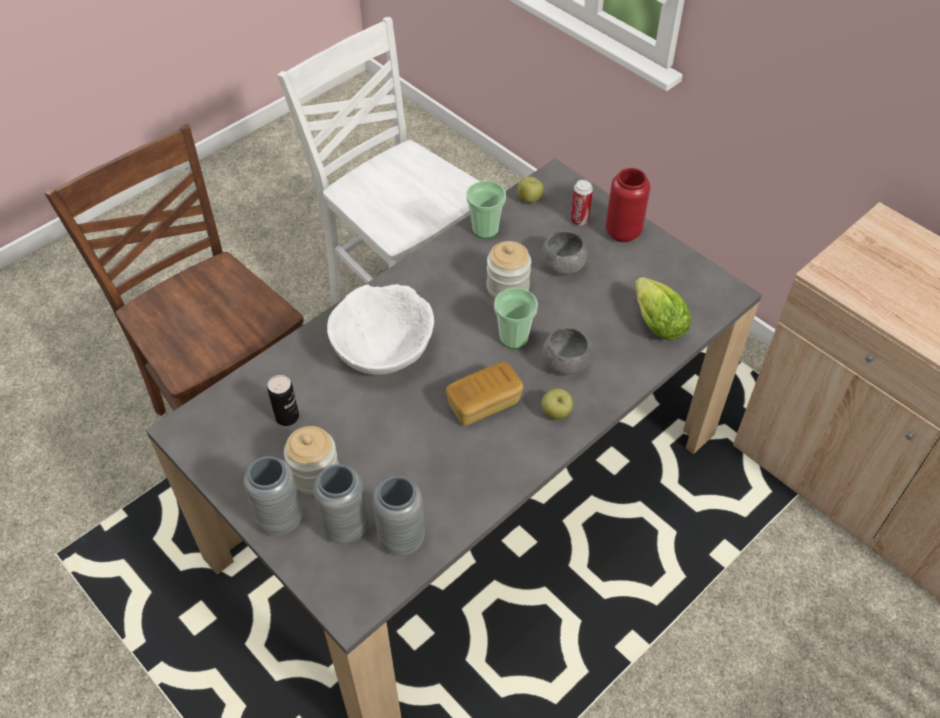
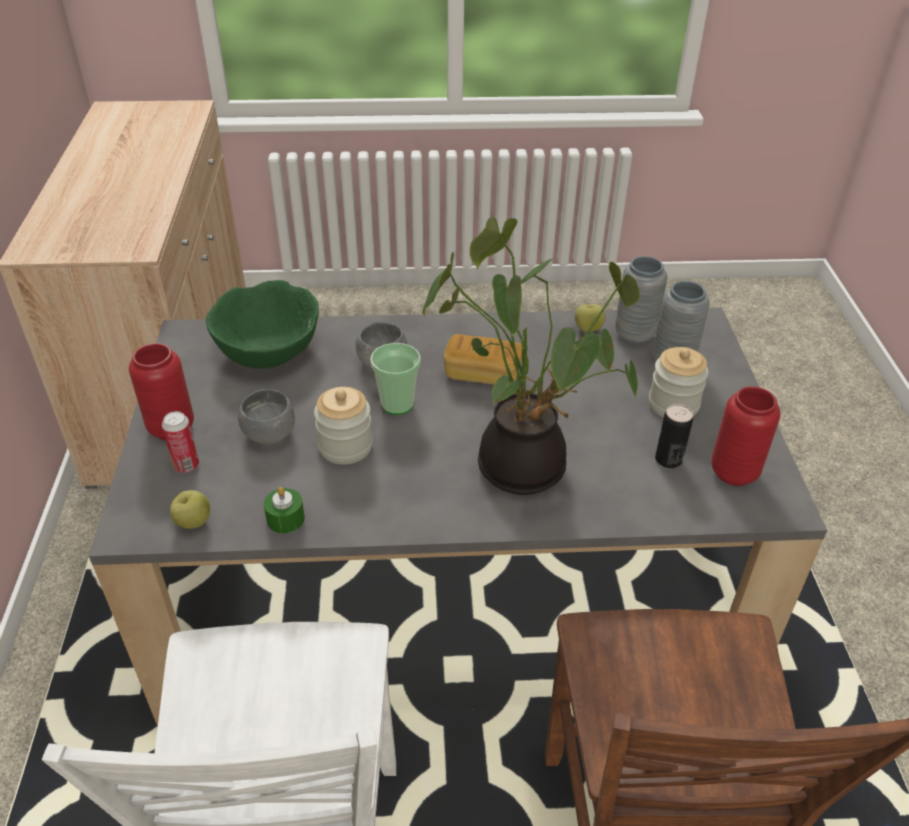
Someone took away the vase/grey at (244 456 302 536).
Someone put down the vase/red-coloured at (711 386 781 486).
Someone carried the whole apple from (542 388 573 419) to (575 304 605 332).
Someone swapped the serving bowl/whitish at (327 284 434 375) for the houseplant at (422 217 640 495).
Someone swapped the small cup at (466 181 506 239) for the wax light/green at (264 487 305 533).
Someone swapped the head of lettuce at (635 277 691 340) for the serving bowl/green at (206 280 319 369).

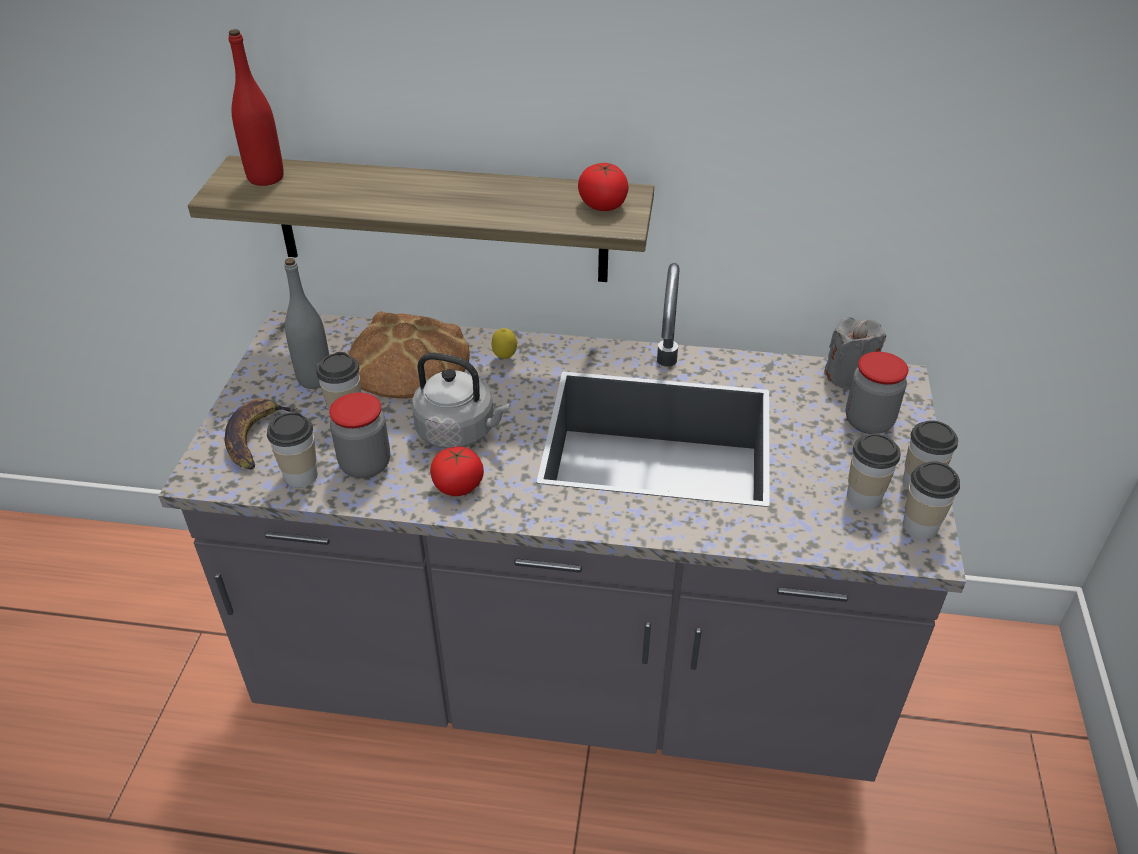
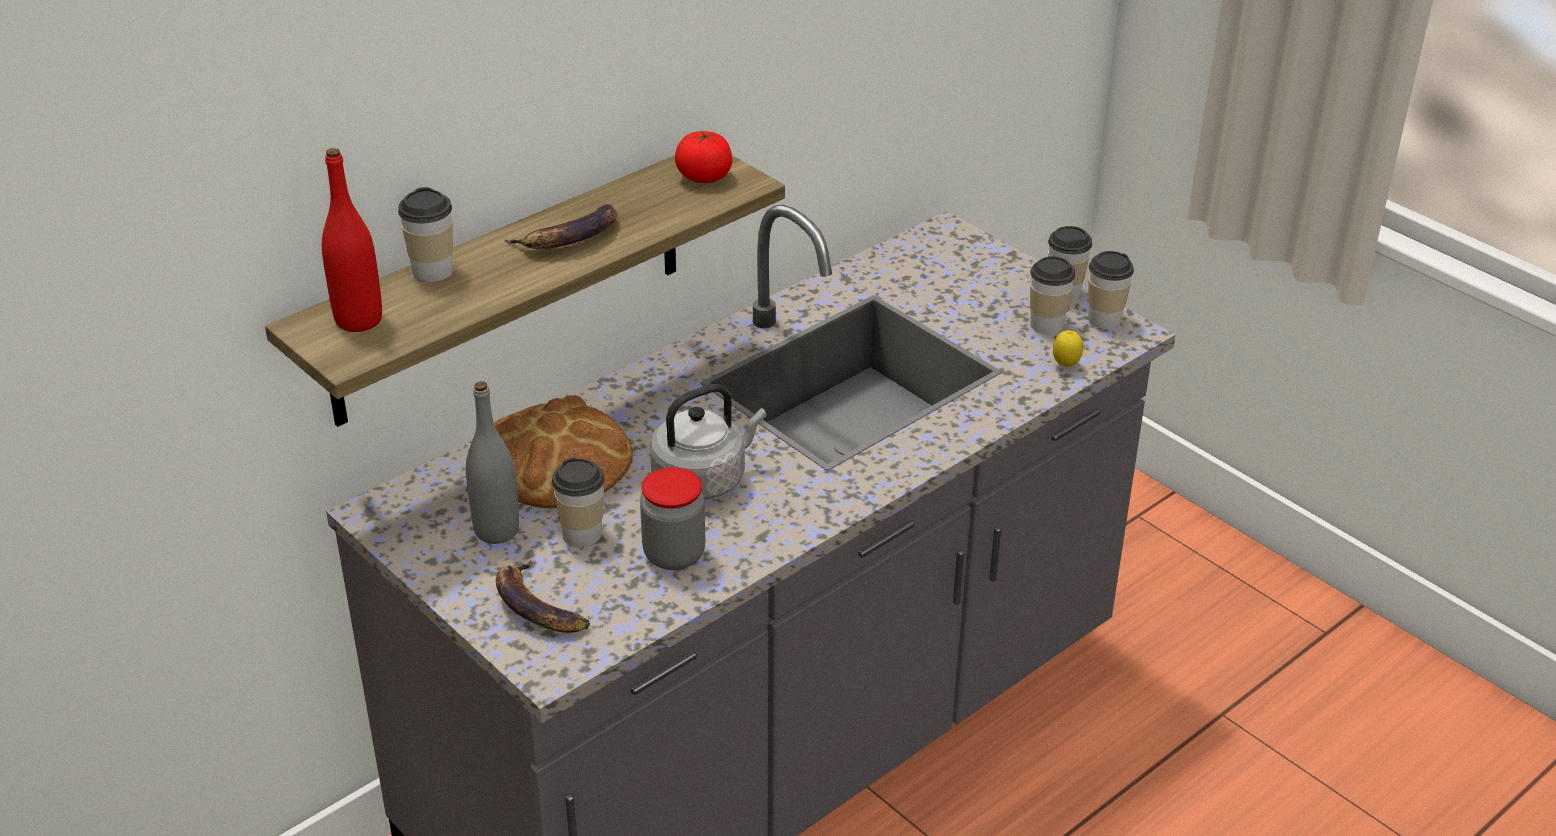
Someone took away the whole tomato at (430 447 484 496).
Someone took away the wax light/grey at (824 317 886 390).
Someone took away the storage jar at (846 352 909 434).
Someone put down the banana at (505 204 618 249).
Someone carried the small cup from (267 412 318 488) to (398 187 453 282).
Someone carried the whole lemon from (492 328 517 359) to (1053 330 1083 367).

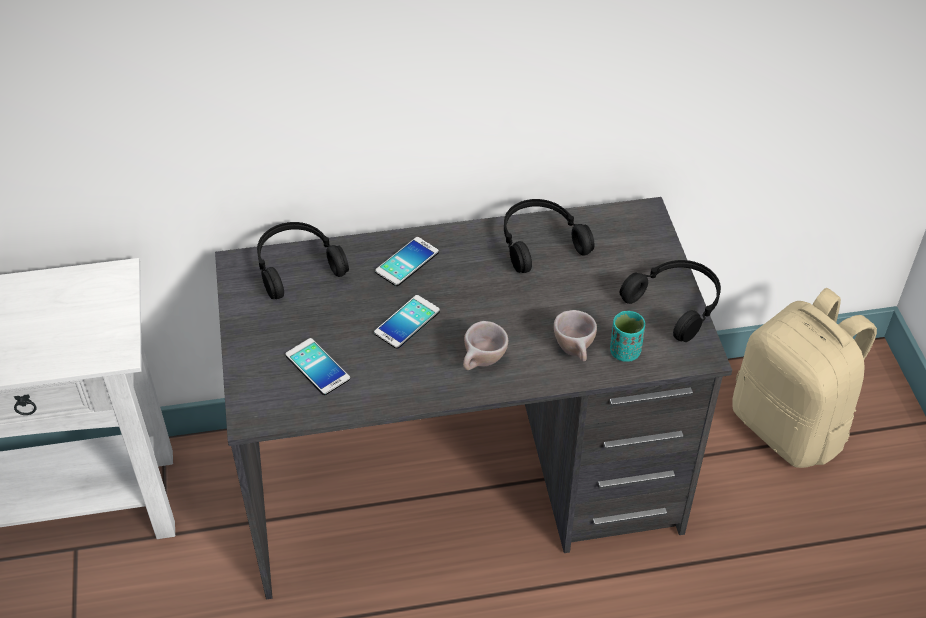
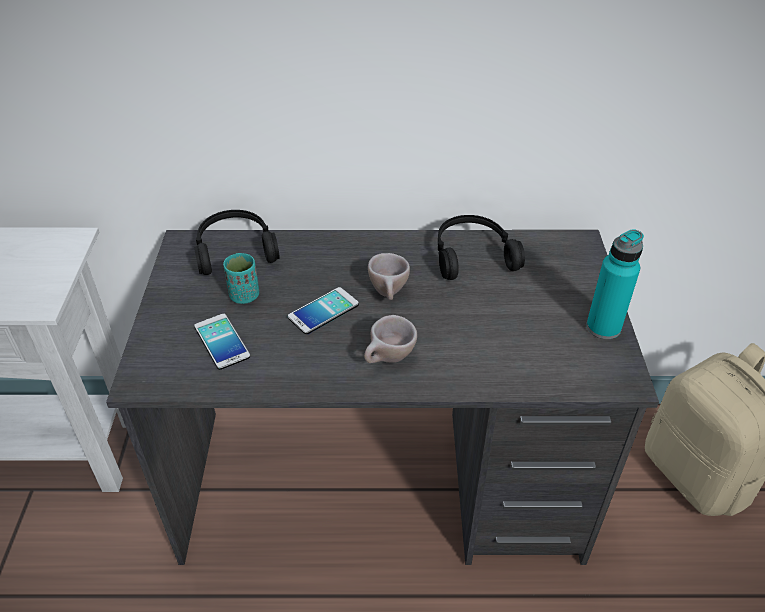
Someone took away the phone at (375 237 439 286).
Someone carried the small cup/sand-coloured from (554 310 597 361) to (368 253 410 300).
Someone carried the small cup/turquoise from (610 311 645 362) to (223 253 259 304).
Someone swapped the headphones/black at (620 260 721 342) for the beverage bottle/turquoise at (586 229 644 339).

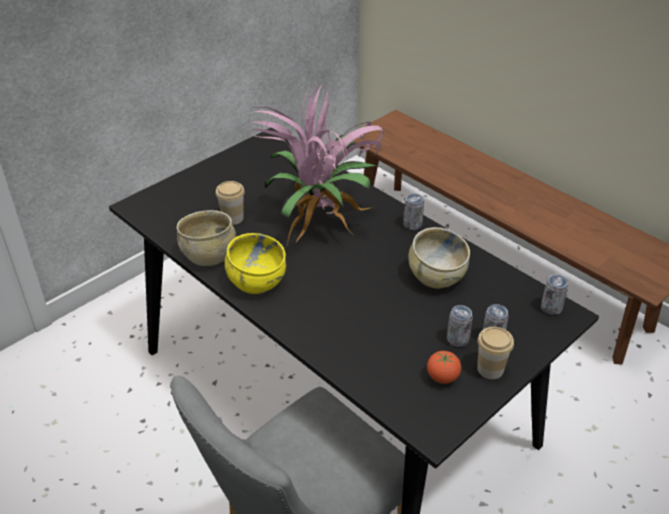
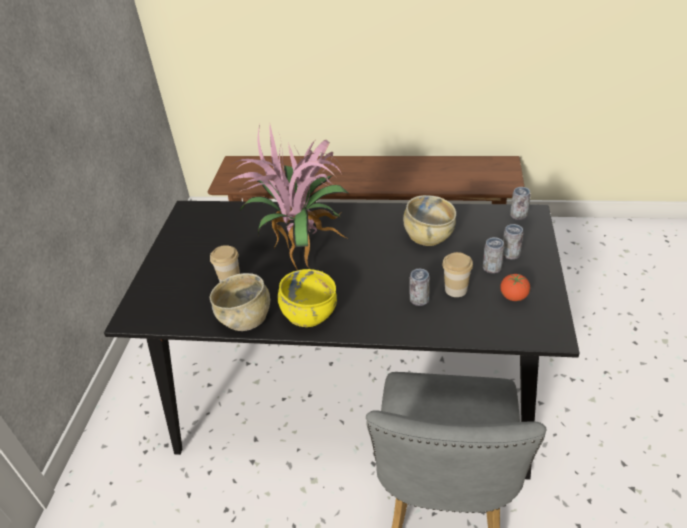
Someone carried the sealed can from (403 193 424 230) to (410 269 430 306).
Someone carried the small cup from (477 327 514 379) to (442 252 473 297).

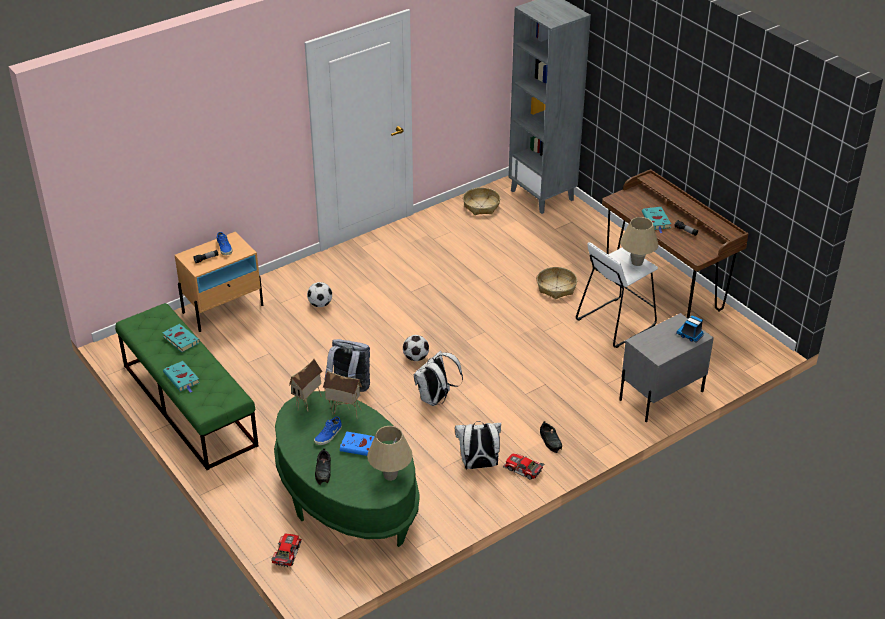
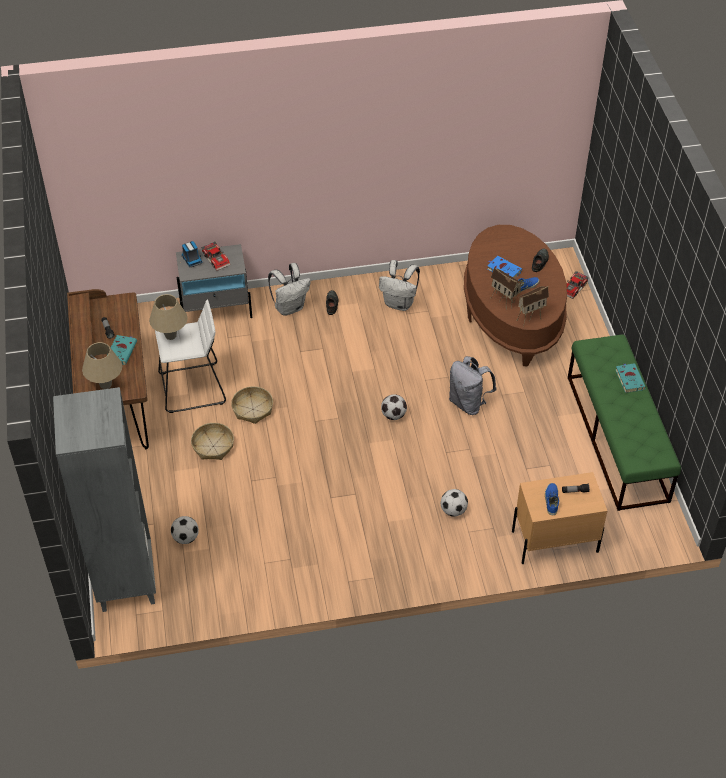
Someone took away the book/turquoise at (163 324 200 352).
Someone put down the football at (171 516 199 544).
Someone carried the tabletop lamp/sand-coloured from (367 426 413 481) to (82 342 122 389).
Someone carried the rucksack/whitish from (414 351 463 406) to (268 263 311 316).
Someone carried the storage basket from (463 188 500 215) to (231 386 273 424).
Someone carried the toy car from (503 453 544 480) to (201 242 231 271).
Someone repainted the low table/green at (274 391 420 547), which became the low table/brown at (464 225 567 366).

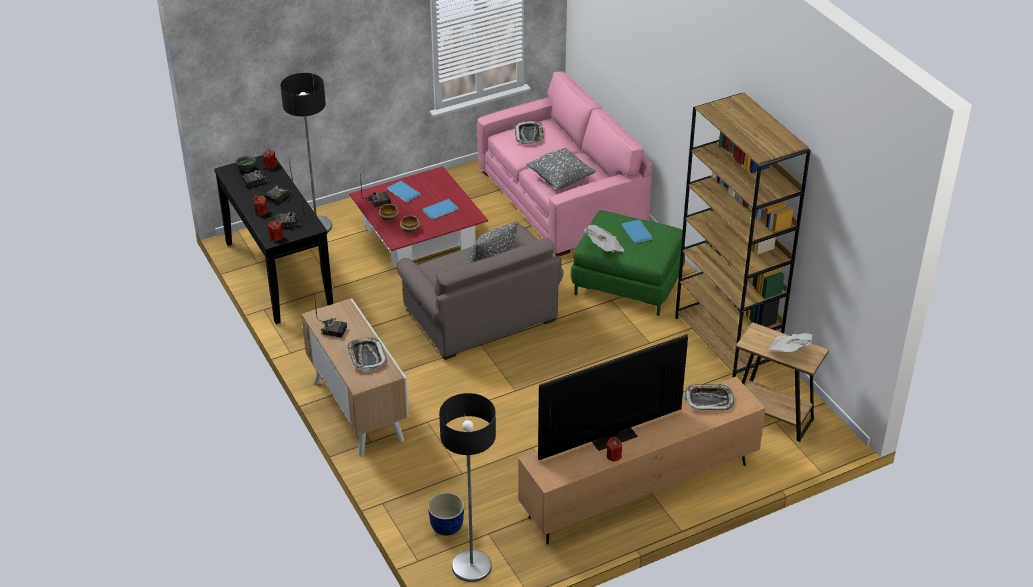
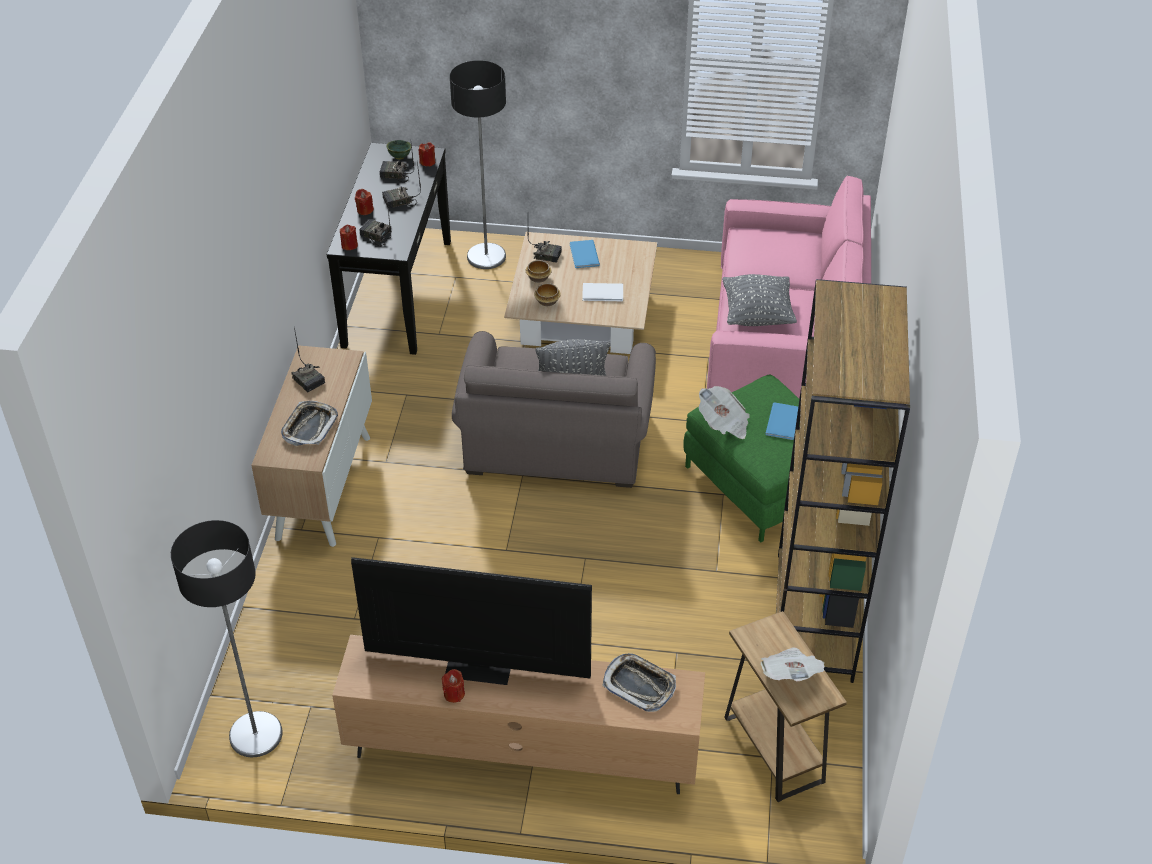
Someone took away the flower pot at (428 492 464 536).
Someone took away the serving tray at (515 121 544 144).
Someone repainted the low table/red-coloured at (349 166 488 266), which became the low table/sand-coloured at (504 232 657 354).
Someone repainted the book/bluish at (422 199 458 220), which became the book/whitish at (582 283 623 301).

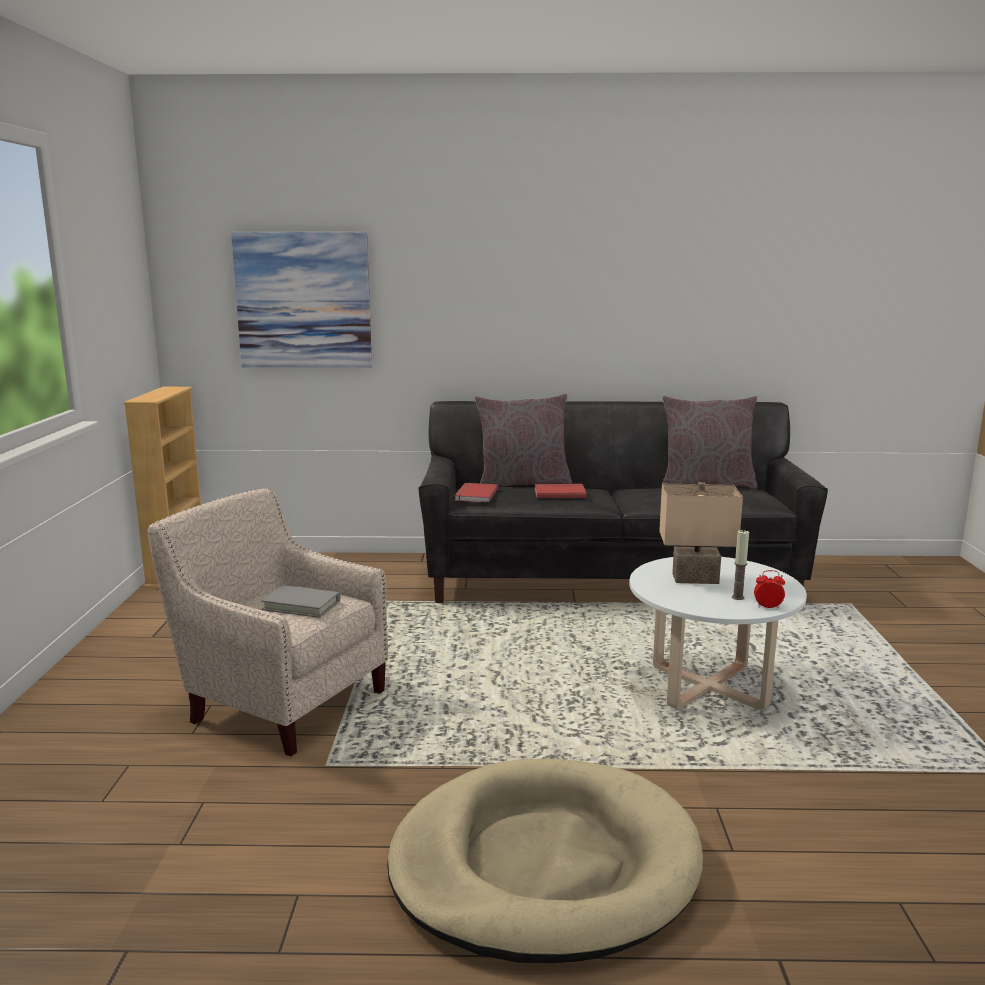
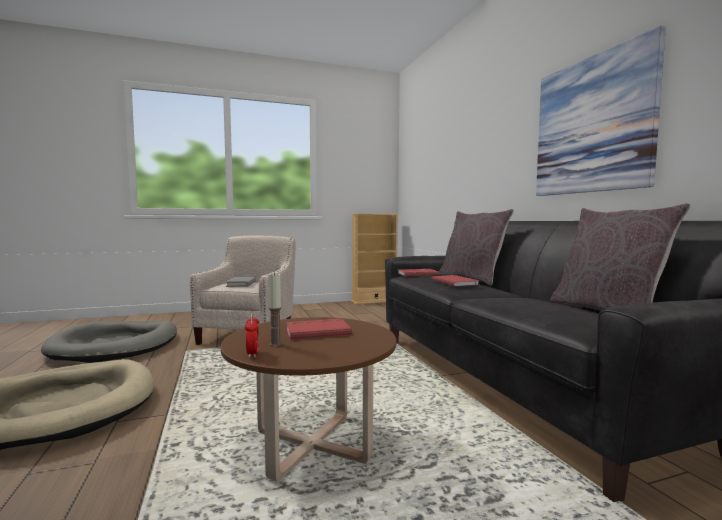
Someone put down the dog cushion/grey at (41 321 177 363).
Someone carried the wall picture from (231 232 372 368) to (536 25 666 196).
Someone swapped the tabletop lamp/sand-coloured at (659 482 743 584) for the book/red-coloured at (286 318 352 340).
Someone repainted the low table/whitish at (629 557 807 710), which became the low table/brown at (221 317 397 482).

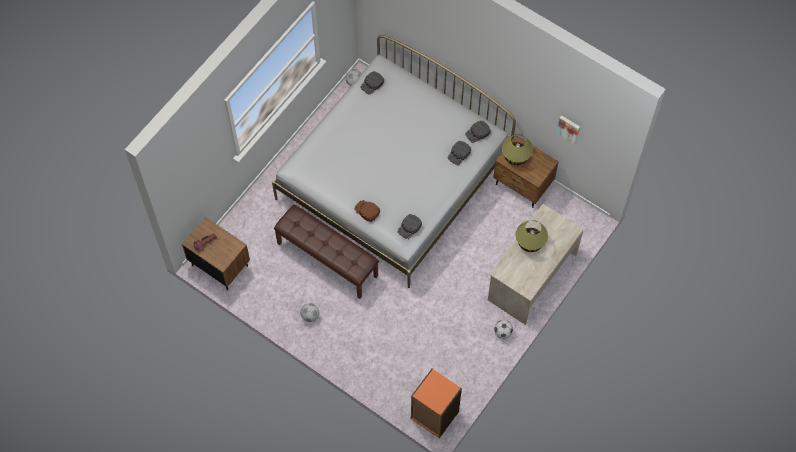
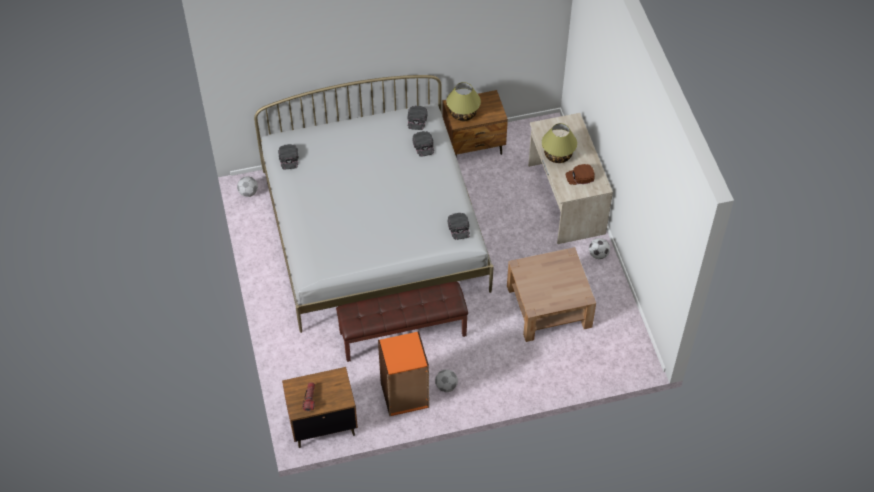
Someone took away the wall picture at (556 115 580 145).
Someone put down the low table/brown at (507 247 596 342).
Someone carried the cap/brown from (355 200 380 222) to (565 164 595 185).
Someone carried the bookcase/orangey from (411 369 462 438) to (378 331 429 416).

